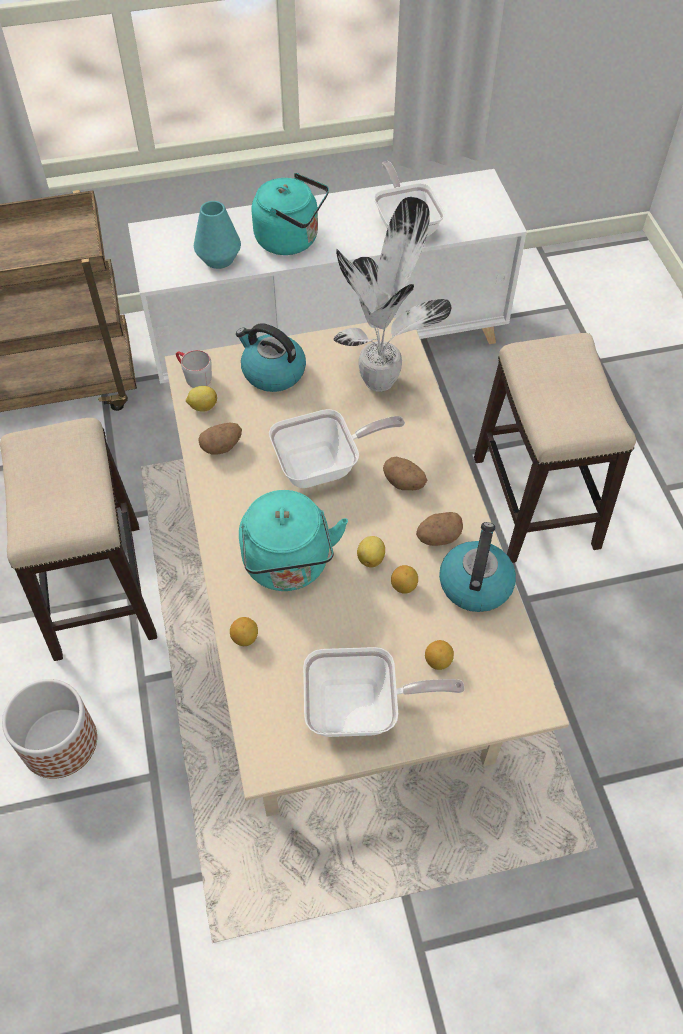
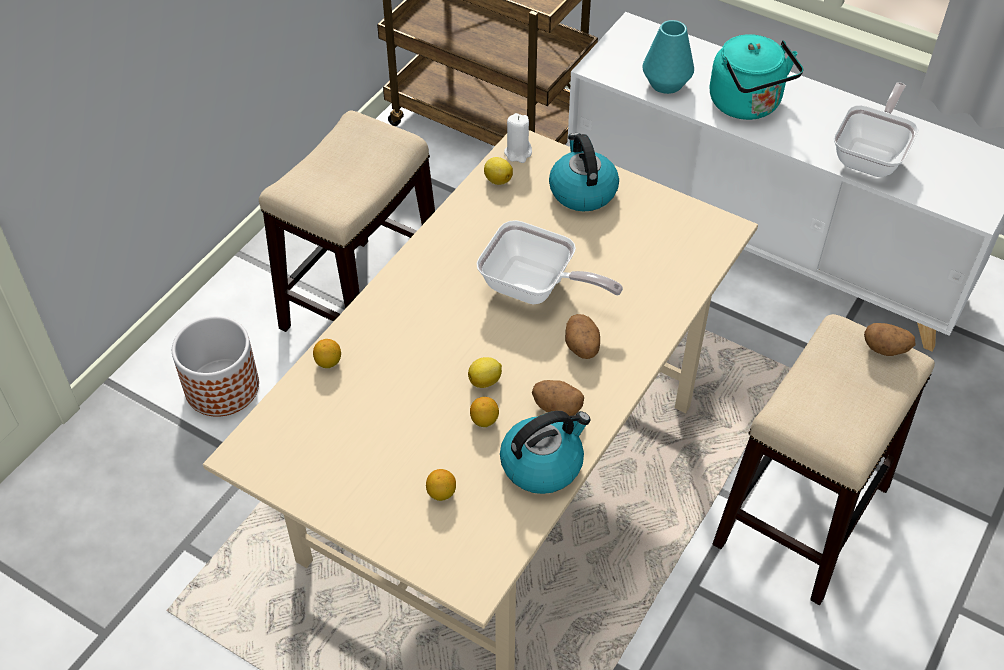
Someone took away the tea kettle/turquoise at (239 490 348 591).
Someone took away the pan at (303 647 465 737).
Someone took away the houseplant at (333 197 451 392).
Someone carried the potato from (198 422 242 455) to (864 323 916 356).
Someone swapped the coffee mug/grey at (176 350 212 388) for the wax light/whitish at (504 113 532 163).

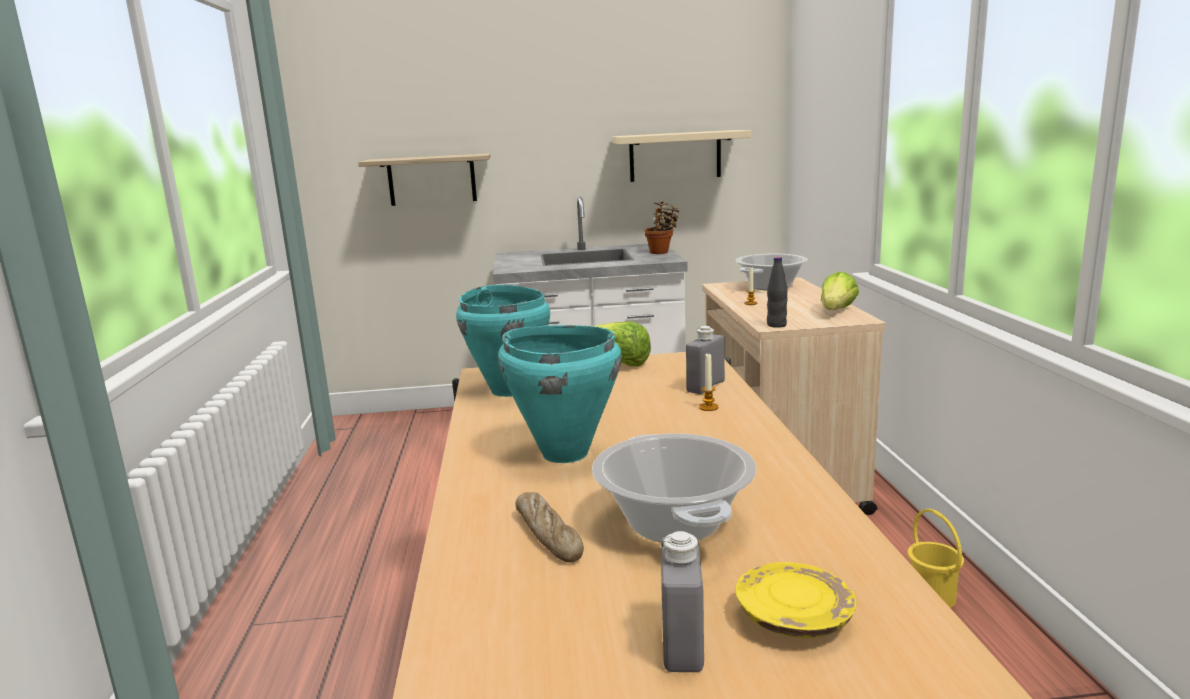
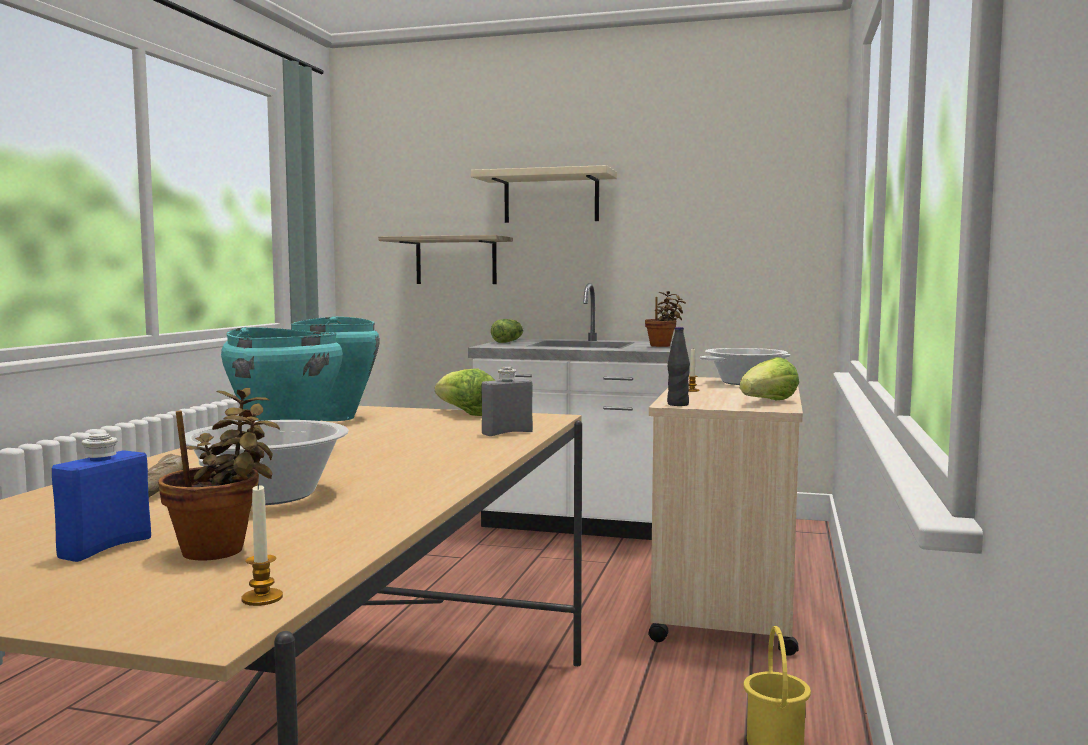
Someone put down the head of lettuce at (491 319 523 343).
Someone carried the wall shelf/sand-coloured from (612 130 751 182) to (471 165 617 223).
Someone carried the wax light from (699 353 718 411) to (242 483 283 606).
Someone swapped the flat dish/yellow-coloured at (736 562 856 638) for the houseplant at (158 388 280 560).
Someone repainted the beverage bottle/grey at (661 531 704 672), which became the beverage bottle/bluish at (52 433 151 562).

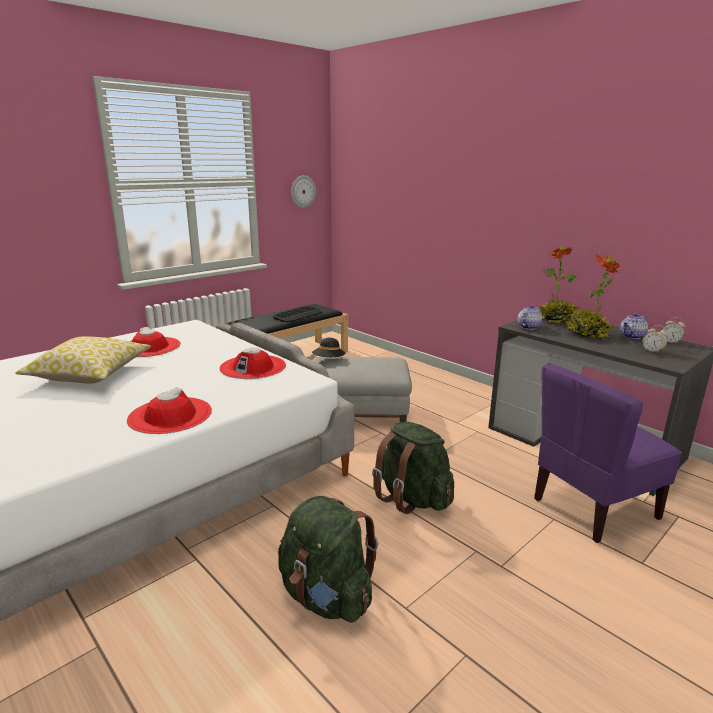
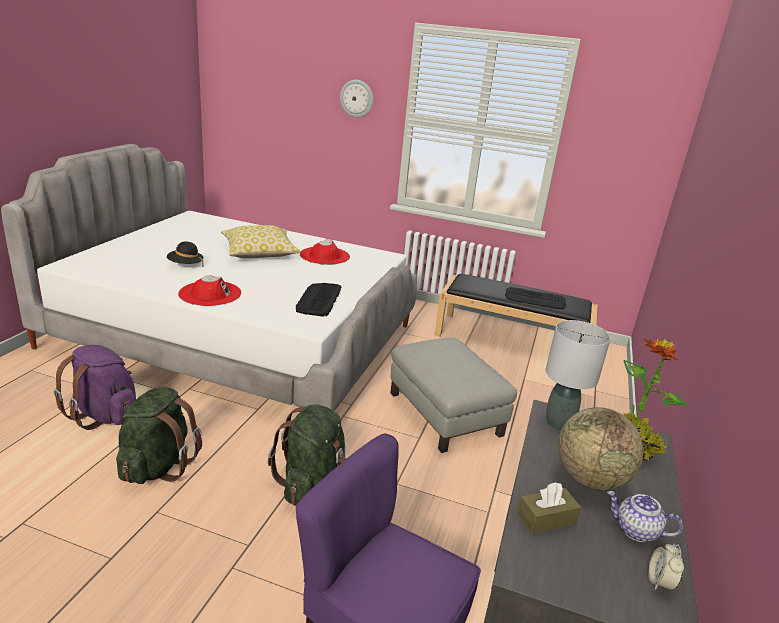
Someone took away the alarm clock at (643 325 668 353).
Someone put down the rucksack/purple at (54 345 136 430).
Someone put down the tissue box/brown at (517 482 581 534).
Someone carried the hanging clock from (291 175 316 208) to (340 80 373 118).
Someone carried the wearable hat/black from (312 338 345 357) to (167 241 204 267).
Someone swapped the wearable hat/red-coloured at (220 348 286 379) for the computer keyboard at (296 283 341 317).
Someone swapped the pot for tea at (518 305 542 330) for the tabletop lamp/grey at (546 320 611 430).
Someone swapped the houseplant at (566 254 622 338) for the world globe at (558 407 644 490).

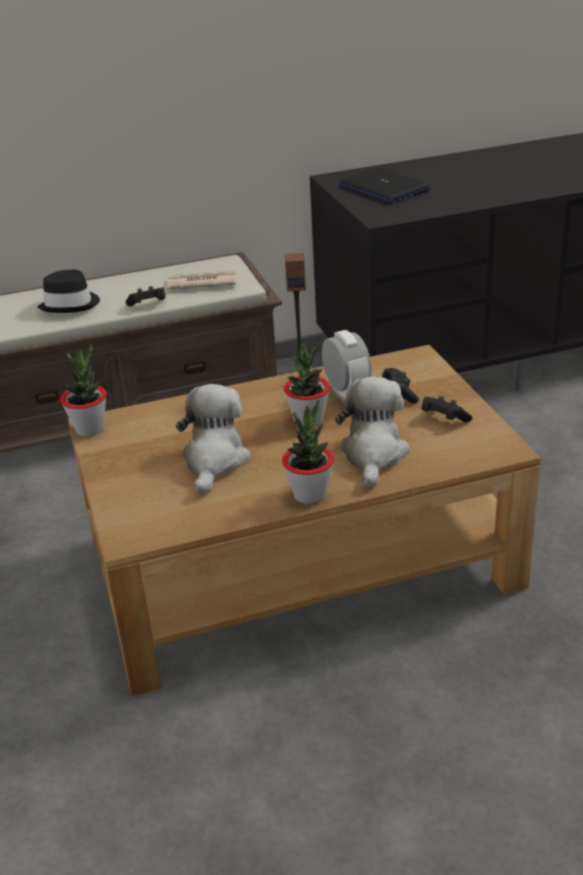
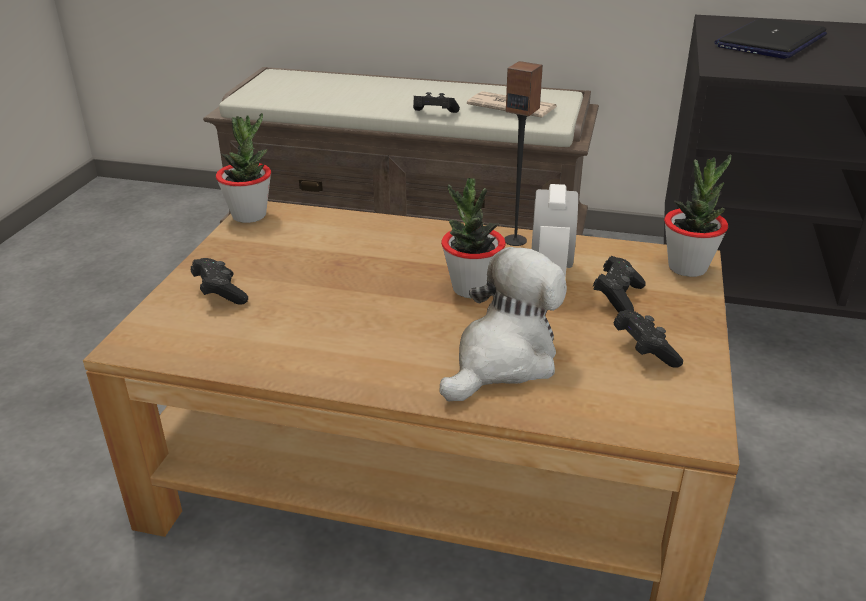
Someone took away the wearable hat/black at (37 270 100 313).
Someone took away the soft toy at (176 384 251 495).
Someone put down the gamepad/black at (191 258 248 305).
Someone carried the houseplant from (282 400 334 504) to (664 154 731 277).
Someone rotated the notebook computer at (339 168 430 204) by 45 degrees clockwise.

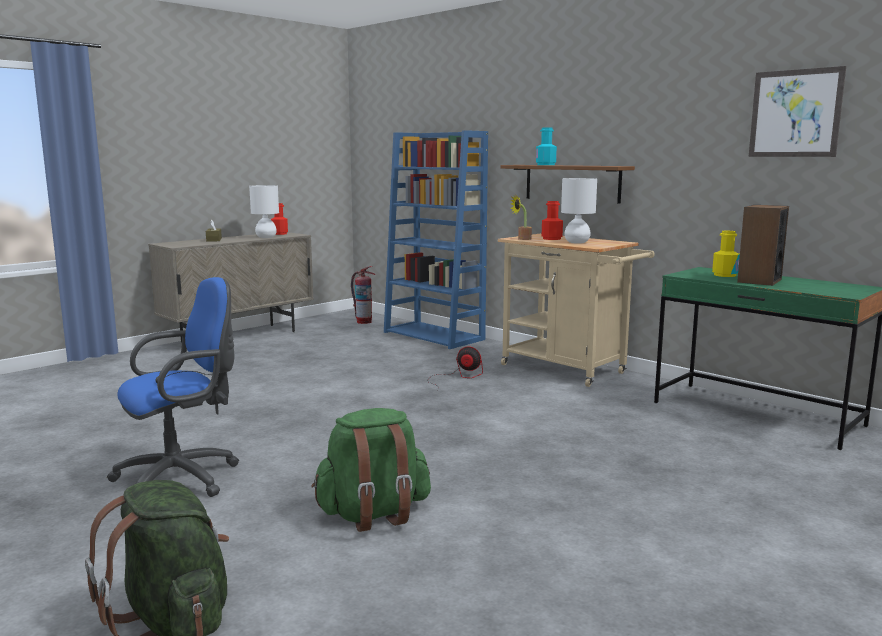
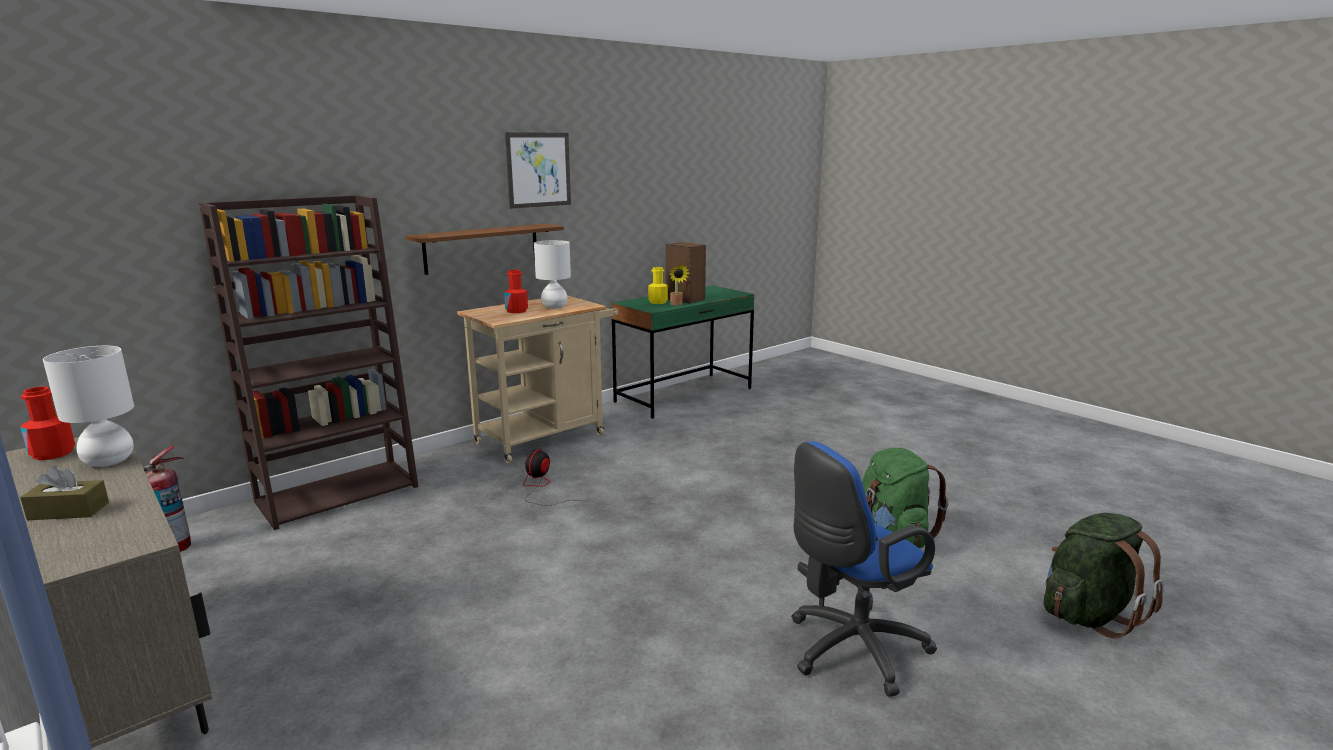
Someone took away the beverage bottle/turquoise at (536 127 557 165).
Someone carried the houseplant from (511 194 532 240) to (669 264 690 305).
Someone carried the wall picture from (749 66 846 157) to (505 132 571 209).
Someone repainted the bookcase/bluish at (384 130 488 349), which became the bookcase/brown at (199 195 419 530).
Someone rotated the desk chair/bluish at (107 277 239 497) by 90 degrees counterclockwise.

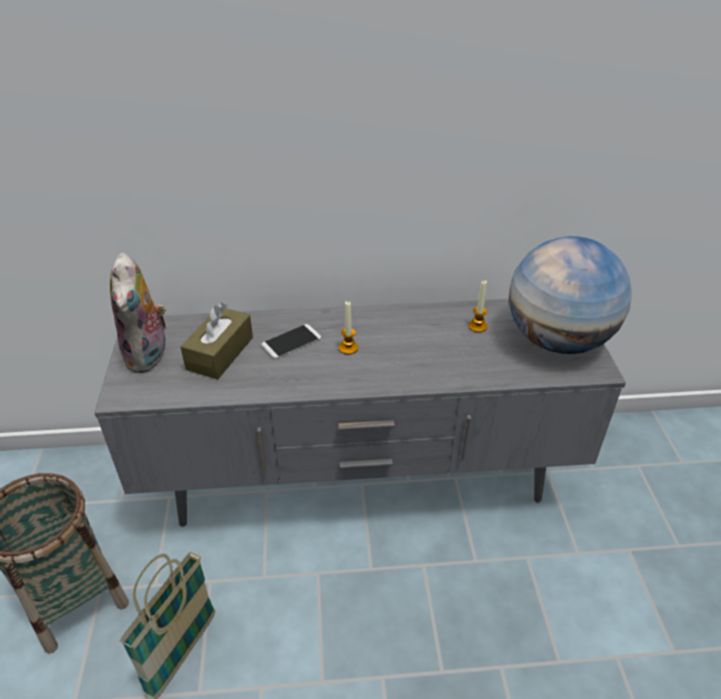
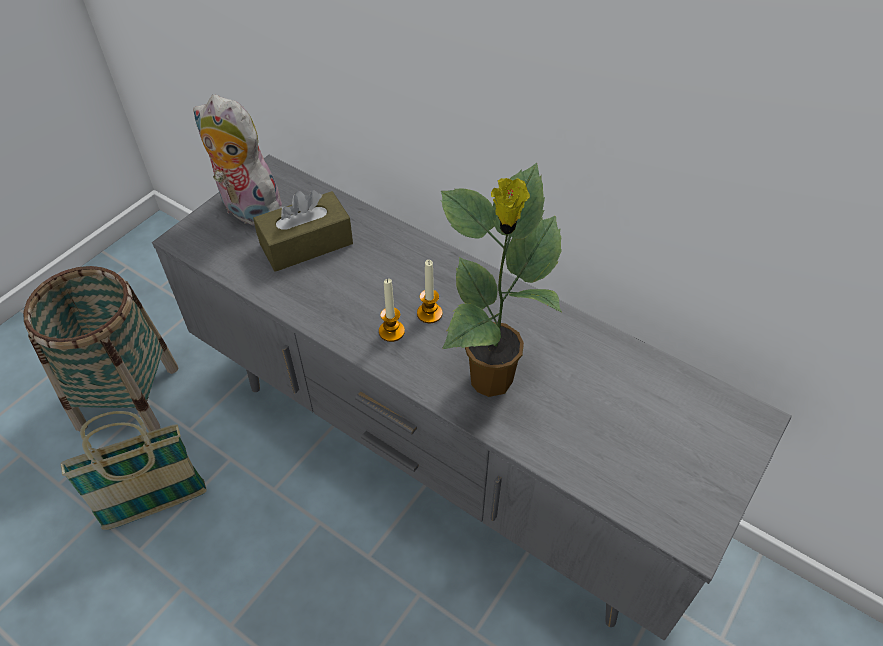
Someone took away the phone at (261 324 321 359).
Someone took away the world globe at (509 236 632 354).
Someone put down the houseplant at (441 163 562 397).
Someone carried the wax light from (469 280 488 332) to (379 279 405 342).
Someone rotated the soft toy at (110 253 170 373) by 90 degrees clockwise.

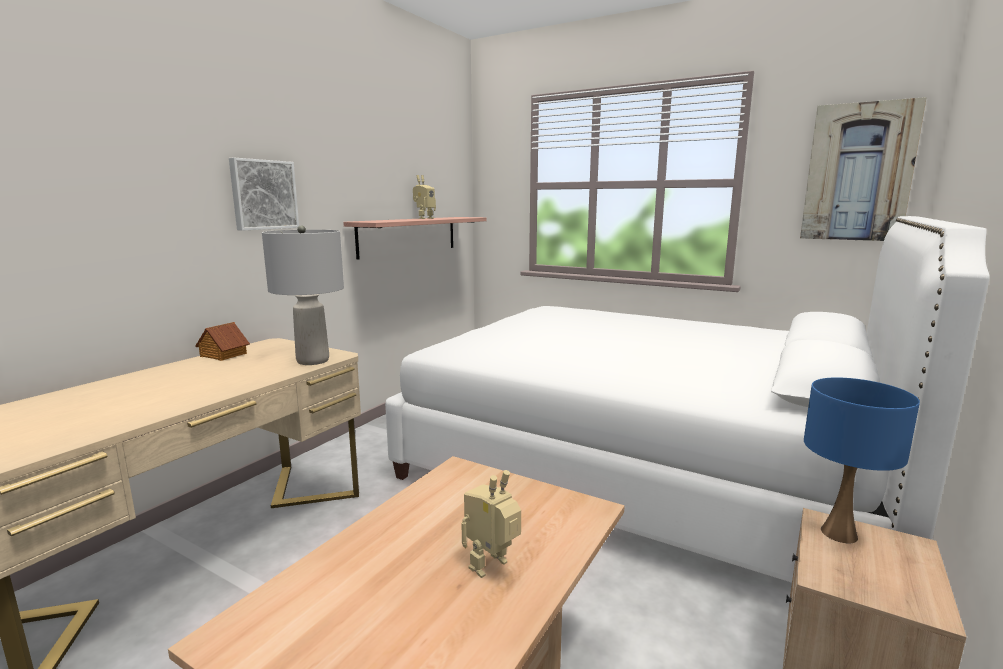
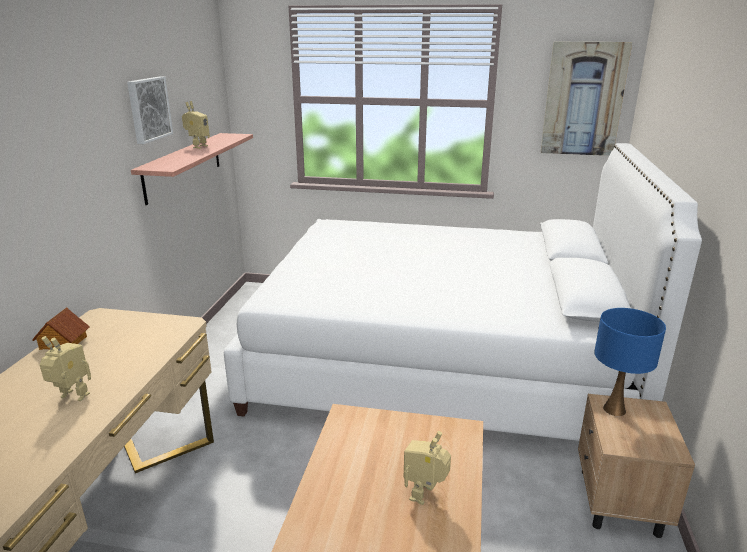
Someone took away the tabletop lamp/grey at (262 226 344 365).
Someone put down the model robot at (40 336 91 401).
Someone carried the wall picture from (229 158 299 231) to (127 76 173 144).

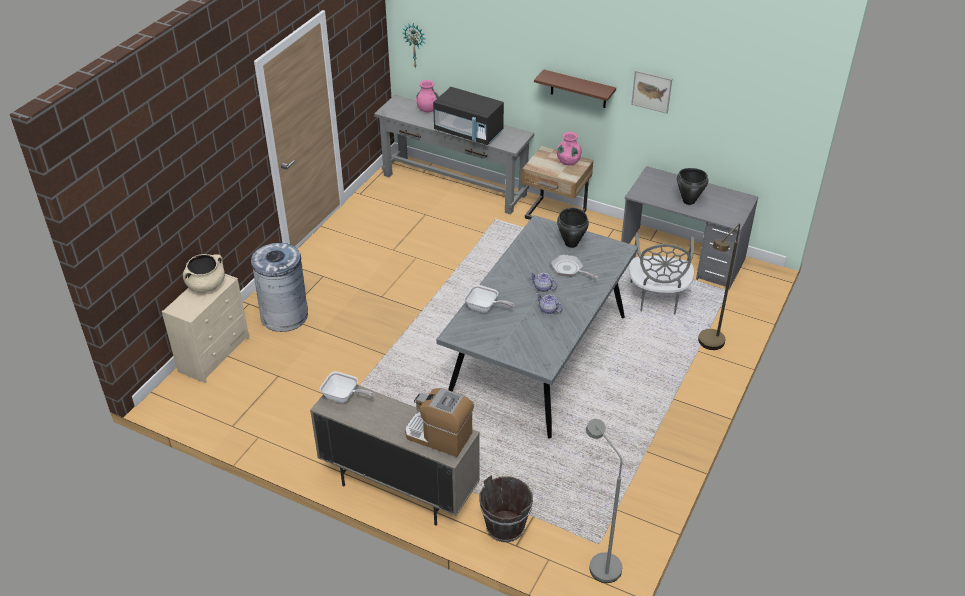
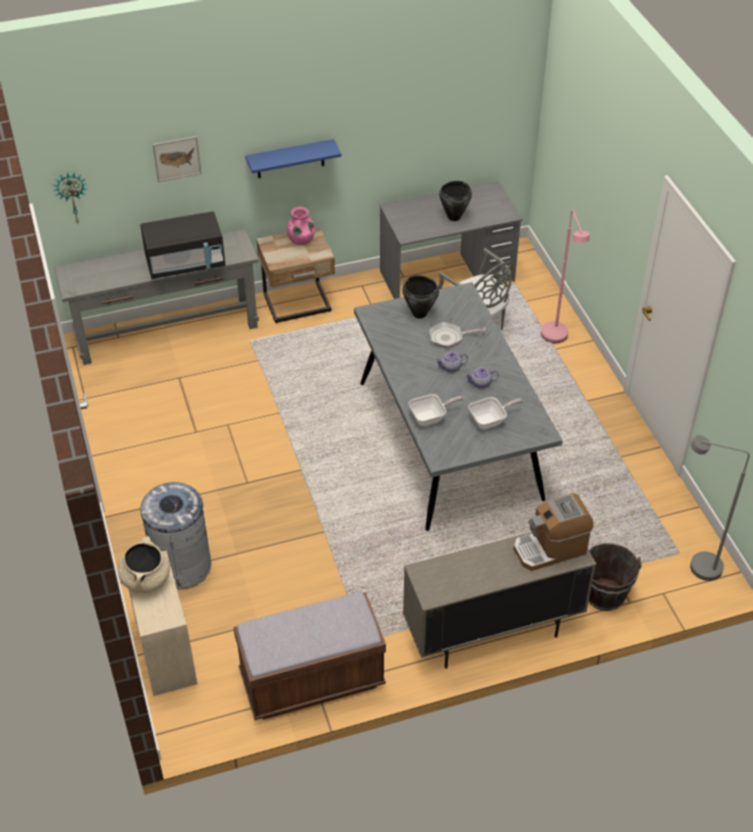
Someone took away the vase/pinkish at (416 80 439 113).
Someone put down the long seat/brown at (233 592 386 720).
Someone carried the pan from (320 371 375 403) to (468 397 524 429).
Someone carried the wall picture from (631 70 672 114) to (152 136 201 182).
Someone repainted the wall shelf/brown at (534 69 616 108), which became the wall shelf/bluish at (245 139 342 178).
Someone repainted the floor lamp/brown at (698 224 740 350), which became the floor lamp/pinkish at (541 210 590 343).

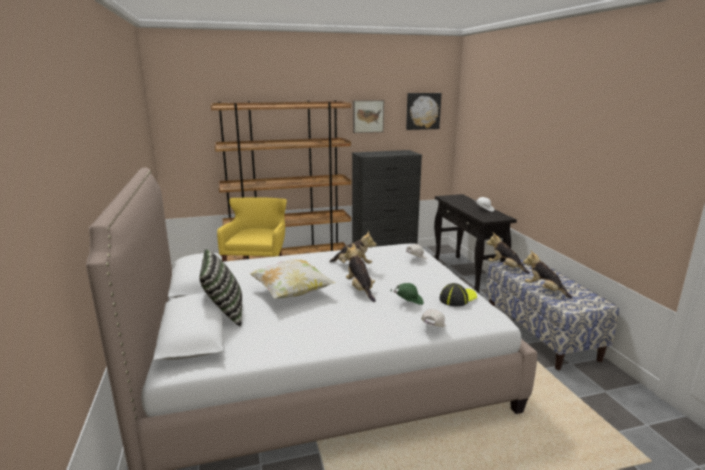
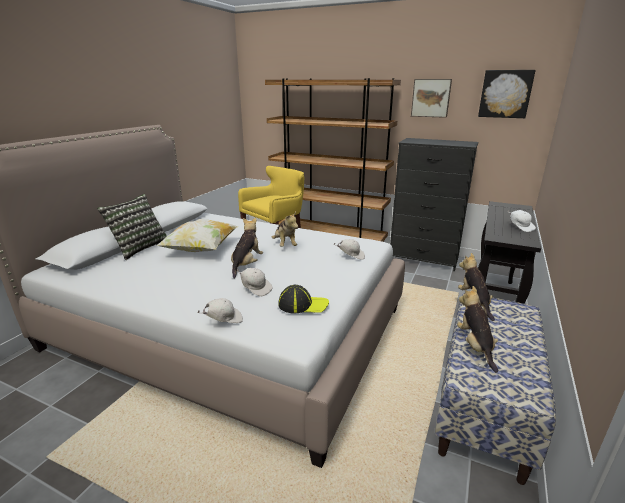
Someone repainted the cap/green at (390 283 424 305), which became the cap/whitish at (237 268 273 296).

